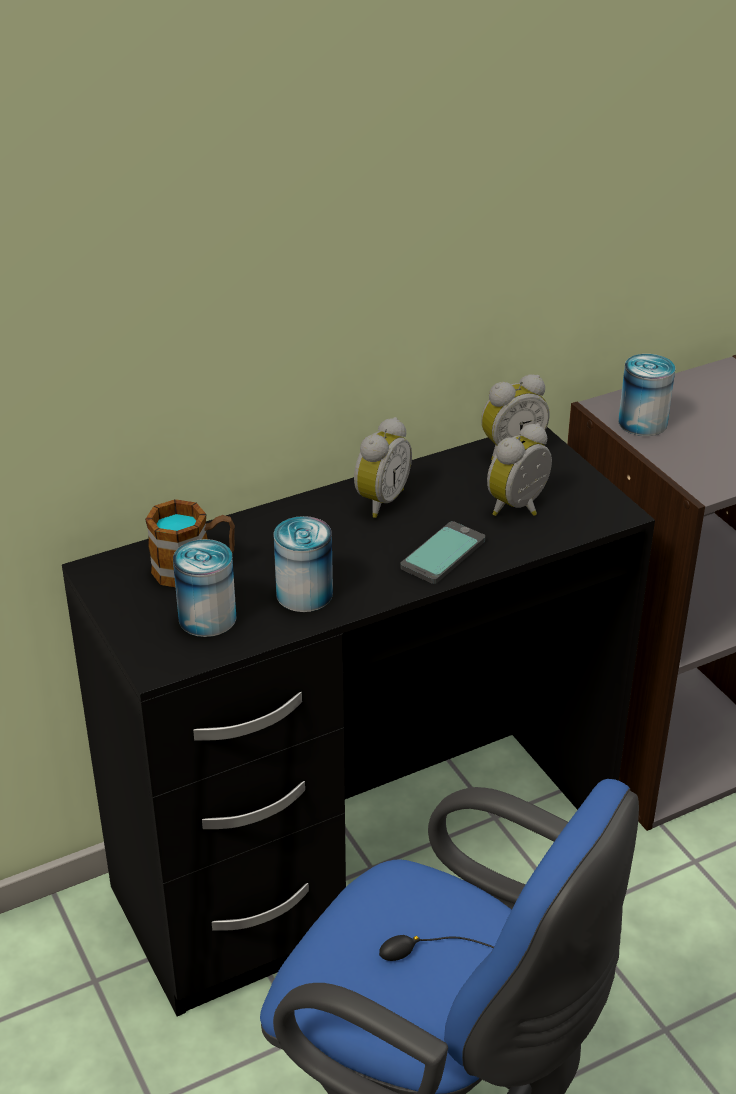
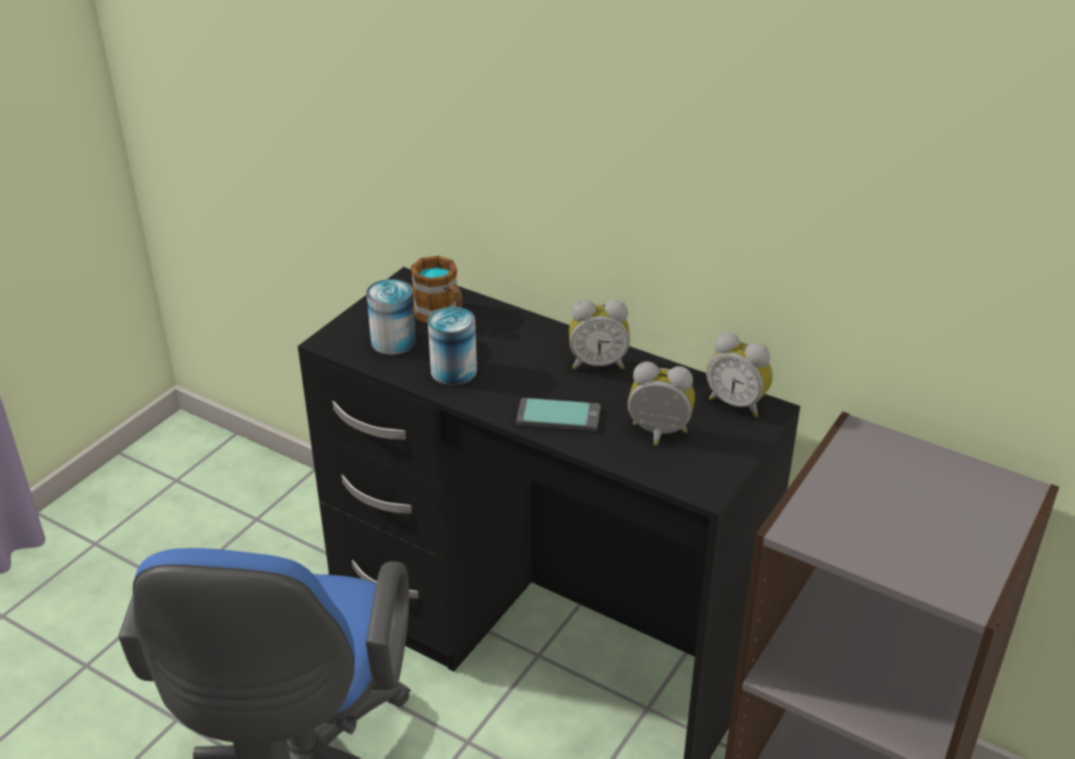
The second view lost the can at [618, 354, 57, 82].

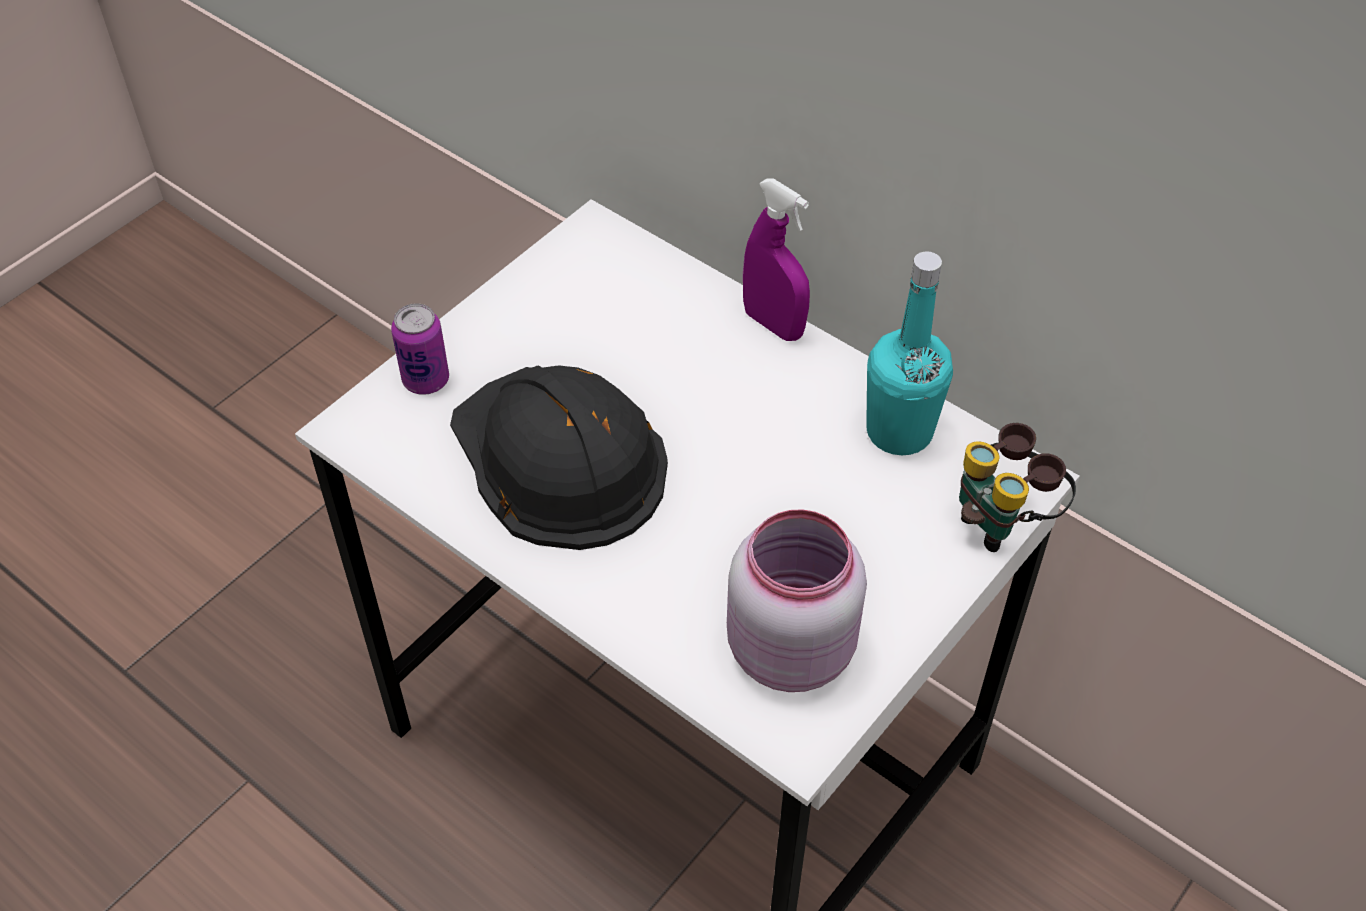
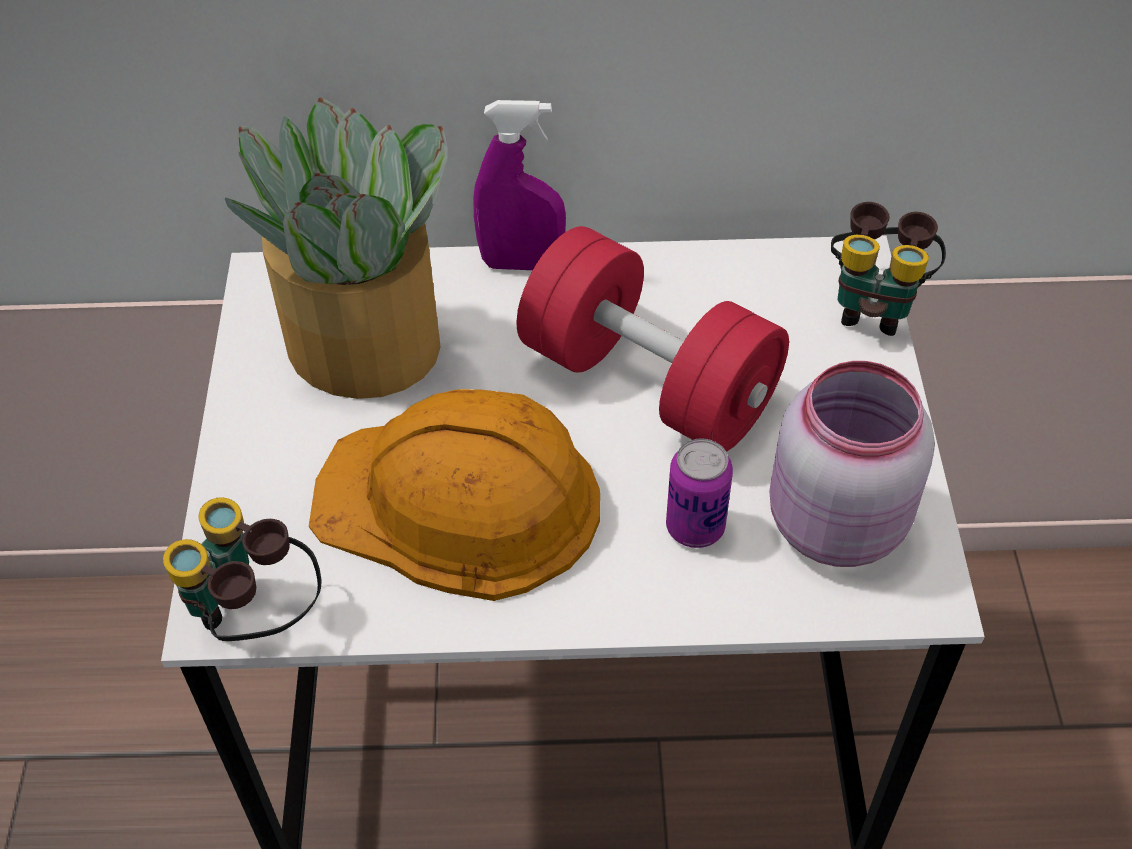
The can ended up elsewhere, having gone from [391, 303, 58, 92] to [666, 438, 67, 110].
What was the hard hat/black at [450, 365, 218, 185] turned into the hard hat/orange at [309, 389, 291, 212].
The second view lost the bottle/turquoise at [866, 251, 87, 204].
The second view gained the binoculars at [163, 497, 158, 144].
The second view gained the potted plant at [225, 98, 223, 301].
The second view gained the dumbbell/red at [517, 226, 272, 226].

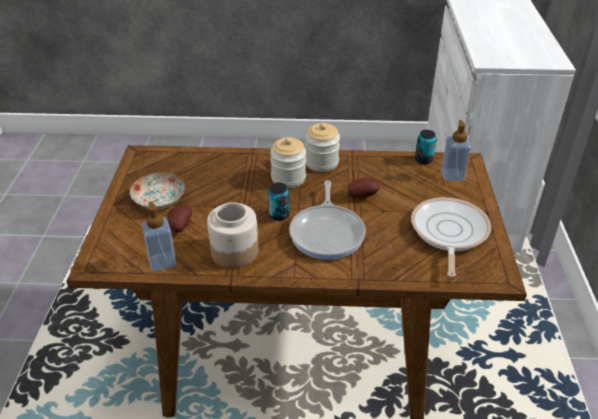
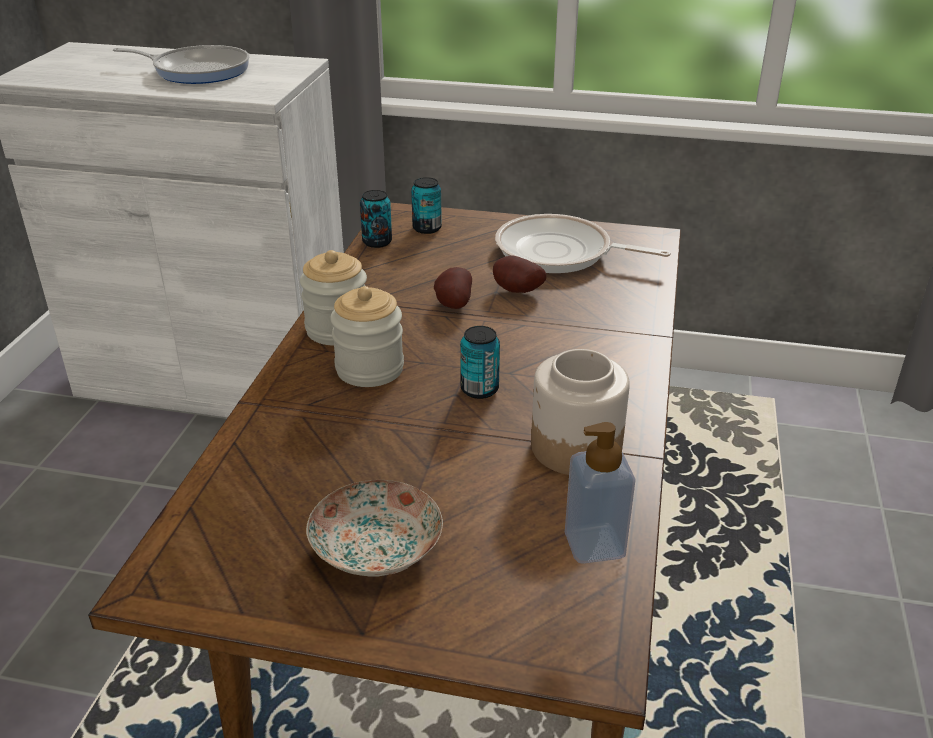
The potato ended up elsewhere, having gone from [167, 204, 25, 29] to [493, 256, 54, 37].
The frying pan ended up elsewhere, having gone from [289, 180, 77, 80] to [113, 45, 137, 39].
Where the soap dispenser stood at [441, 120, 30, 61], the can came to stand at [411, 177, 31, 57].

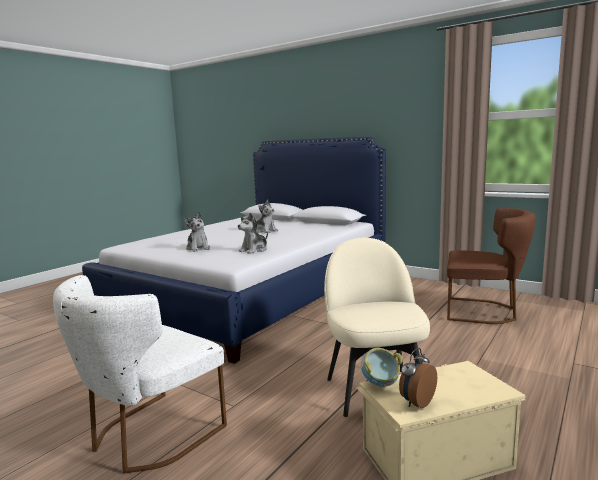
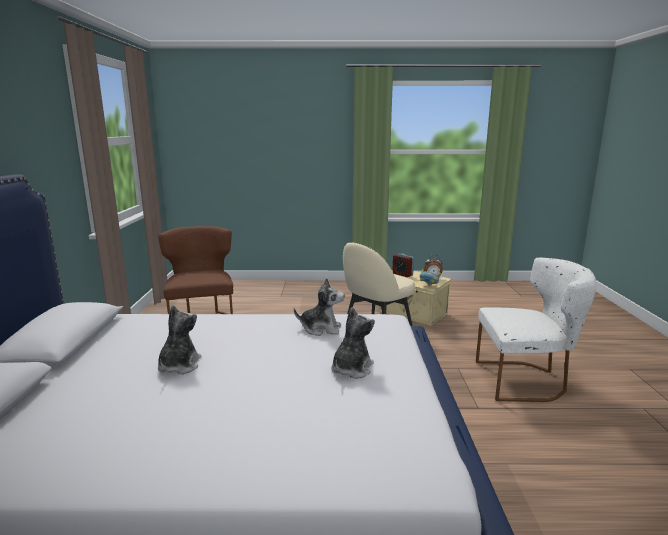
The second view gained the alarm clock at [392, 254, 22, 23].

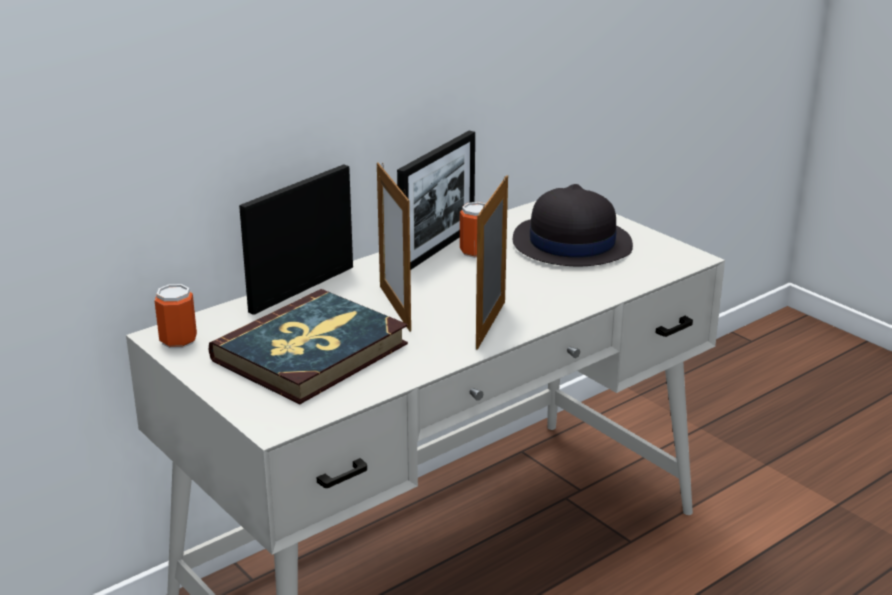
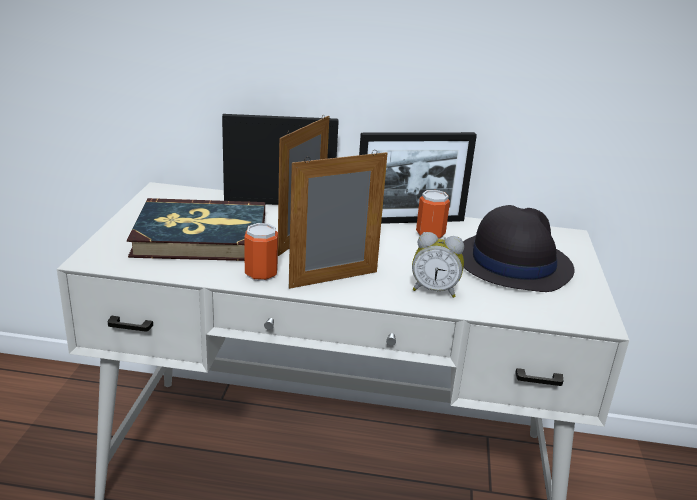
The can ended up elsewhere, having gone from [154, 284, 43, 64] to [244, 223, 34, 58].
The second view gained the alarm clock at [412, 232, 52, 66].

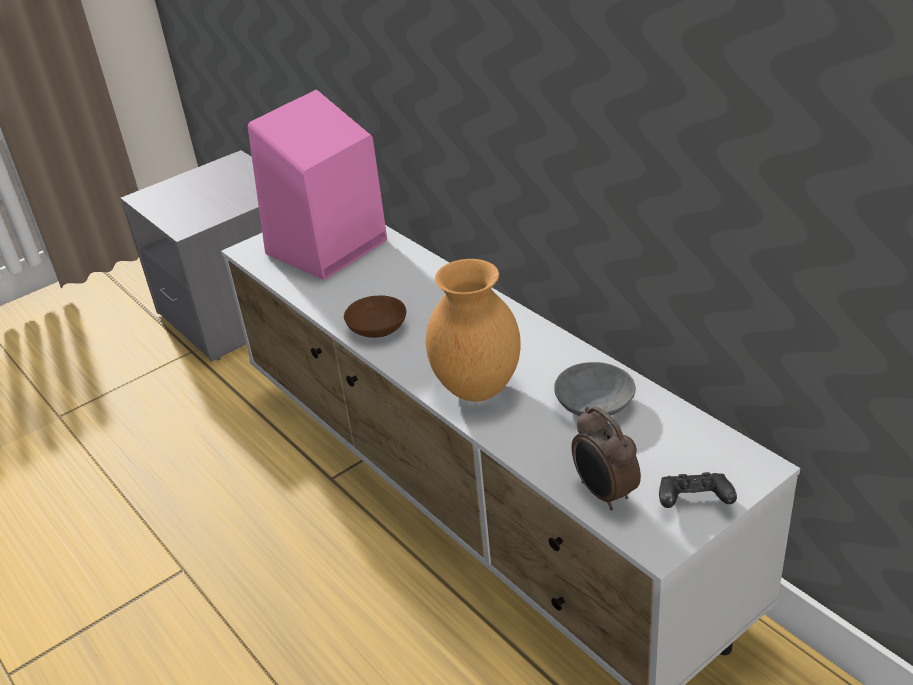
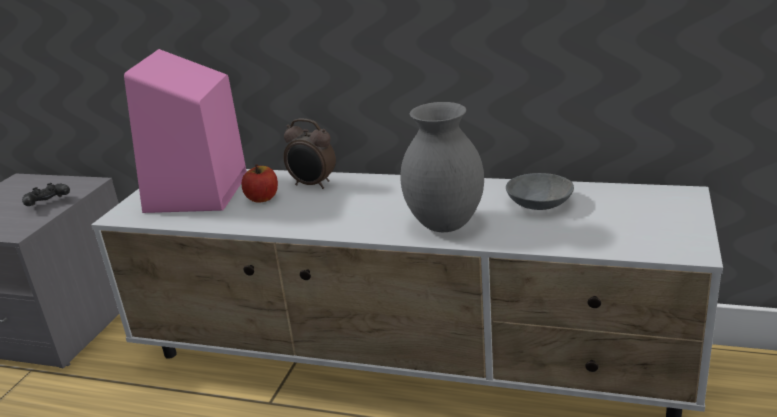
The second view lost the bowl/brown at [344, 295, 62, 43].
What was the vase/brown at [426, 259, 95, 143] turned into the vase/grey at [400, 102, 84, 130].
The alarm clock ended up elsewhere, having gone from [572, 406, 69, 104] to [283, 119, 53, 70].
The game controller/black ended up elsewhere, having gone from [659, 472, 78, 36] to [22, 183, 48, 23].
The second view gained the apple at [242, 164, 36, 39].

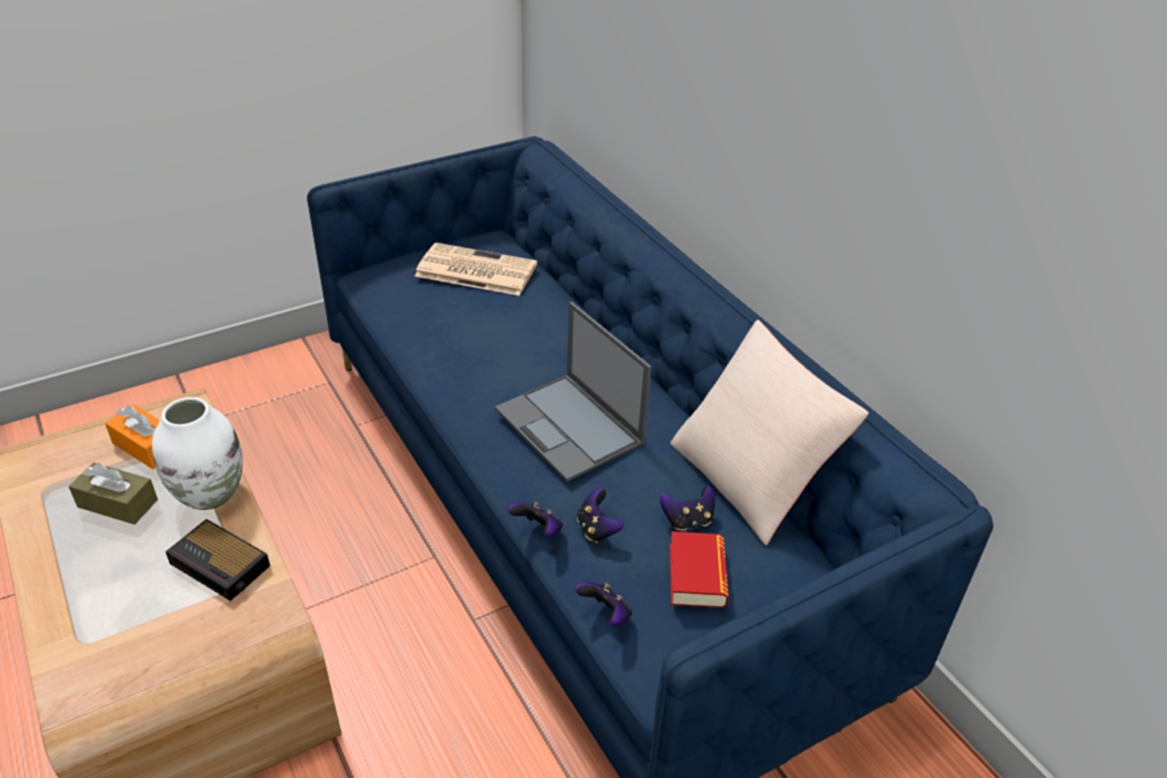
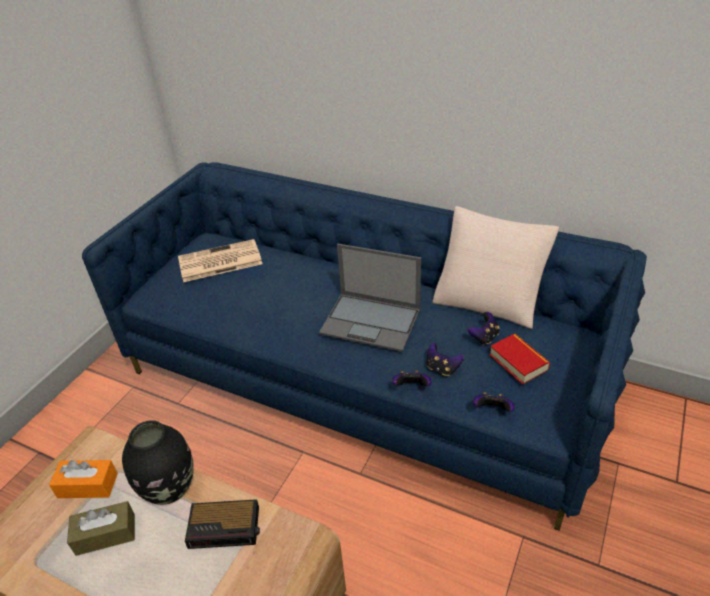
What was the vase/white at [152, 397, 91, 113] turned into the vase/black at [122, 420, 72, 85].

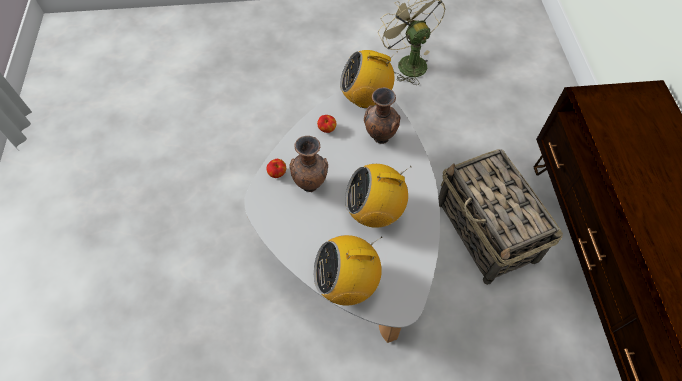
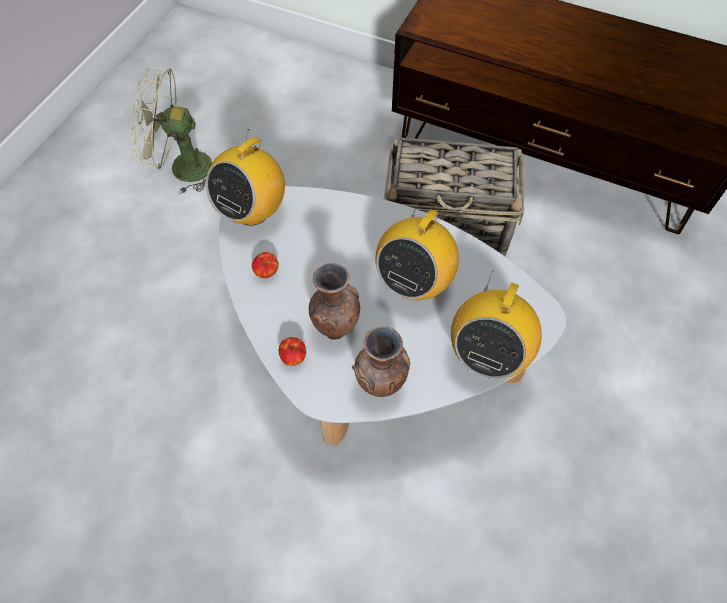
The vase/brown ended up elsewhere, having gone from [364, 87, 37, 57] to [352, 326, 58, 71].

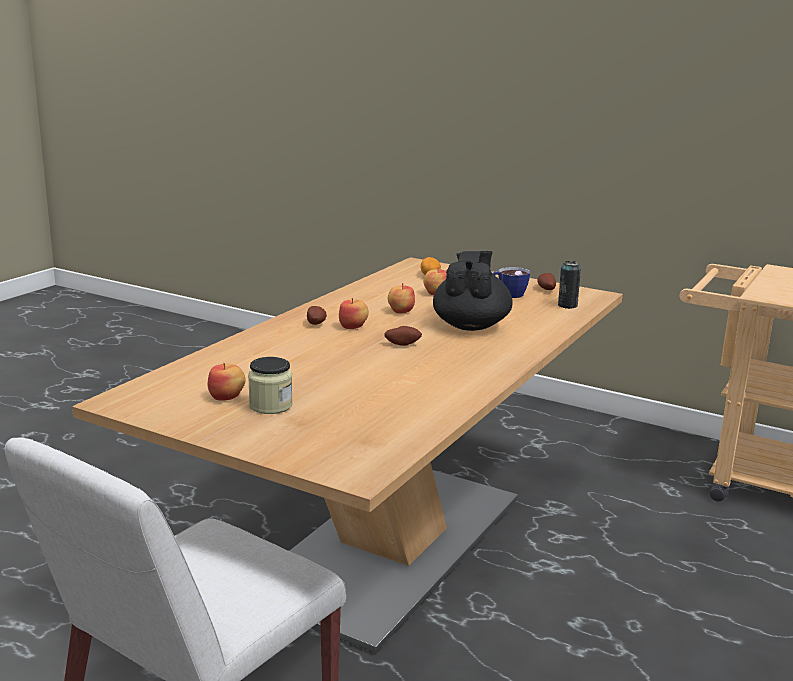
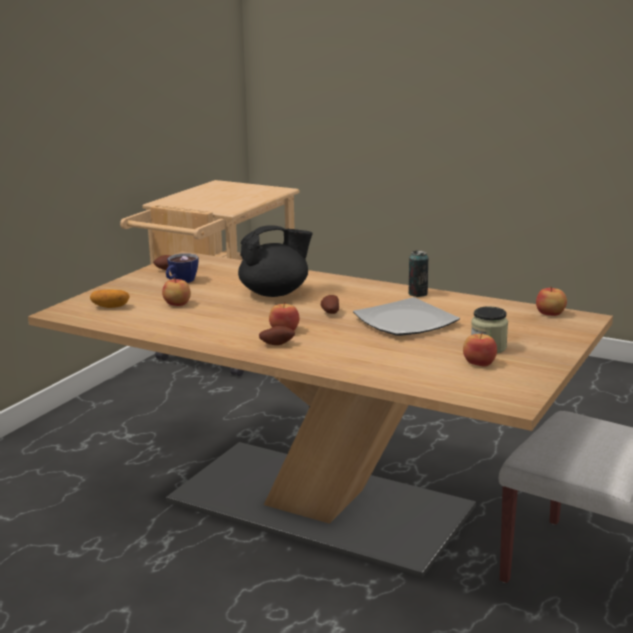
The apple ended up elsewhere, having gone from [388, 283, 27, 30] to [536, 286, 31, 30].
The teapot/black at [433, 251, 80, 80] ended up facing another way, 150 degrees clockwise from before.
The can ended up elsewhere, having gone from [558, 261, 23, 48] to [408, 250, 20, 47].
The second view gained the plate at [353, 297, 107, 39].

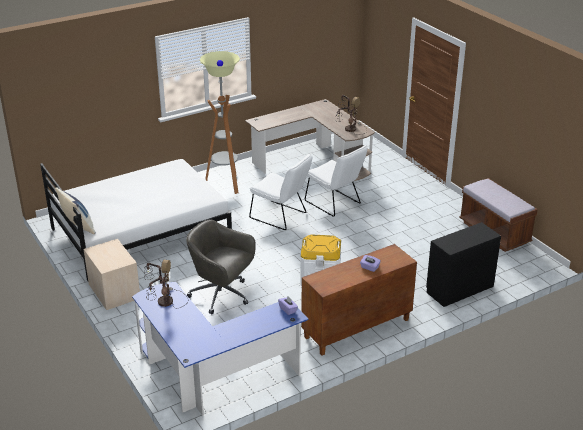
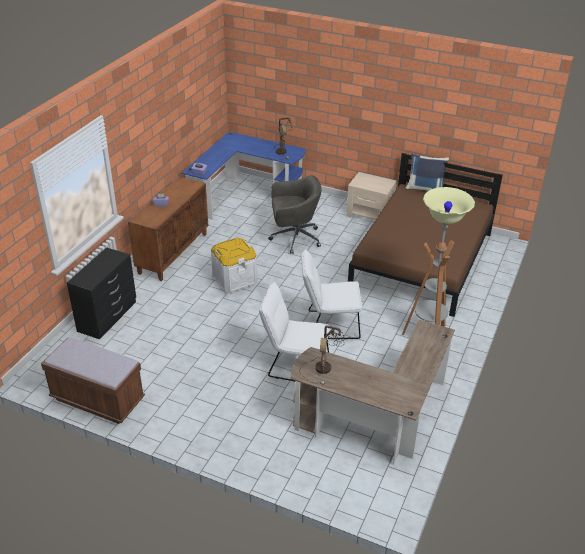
What was the bed/white at [40, 159, 192, 122] turned into the bed/brown at [348, 153, 155, 164].

